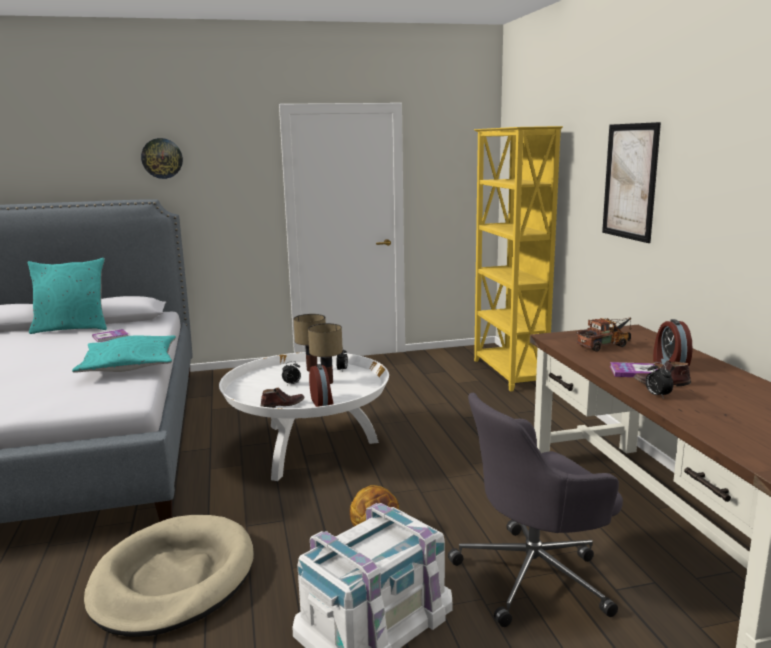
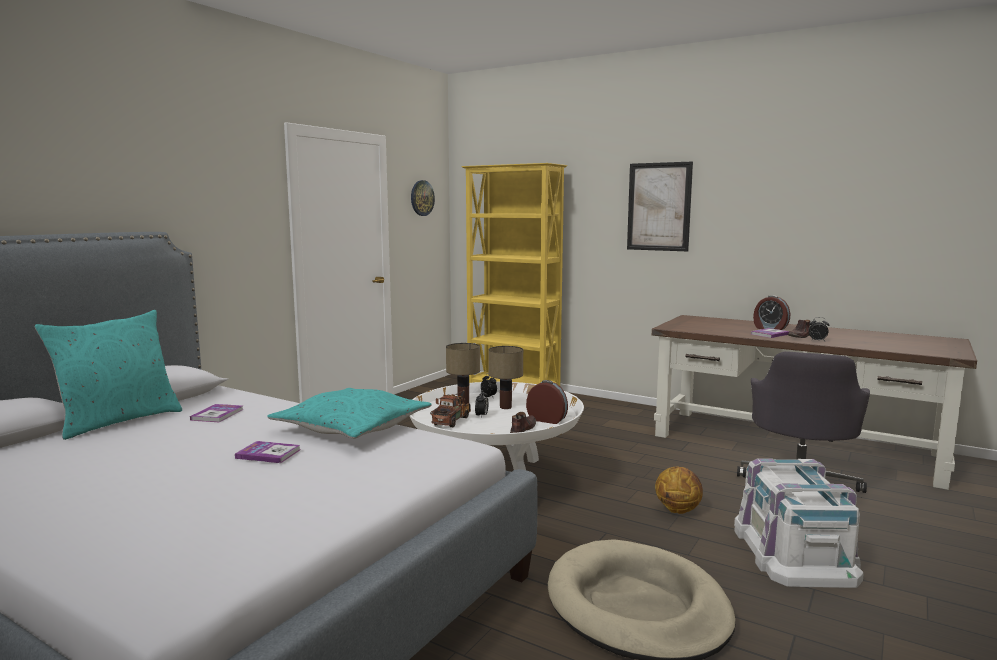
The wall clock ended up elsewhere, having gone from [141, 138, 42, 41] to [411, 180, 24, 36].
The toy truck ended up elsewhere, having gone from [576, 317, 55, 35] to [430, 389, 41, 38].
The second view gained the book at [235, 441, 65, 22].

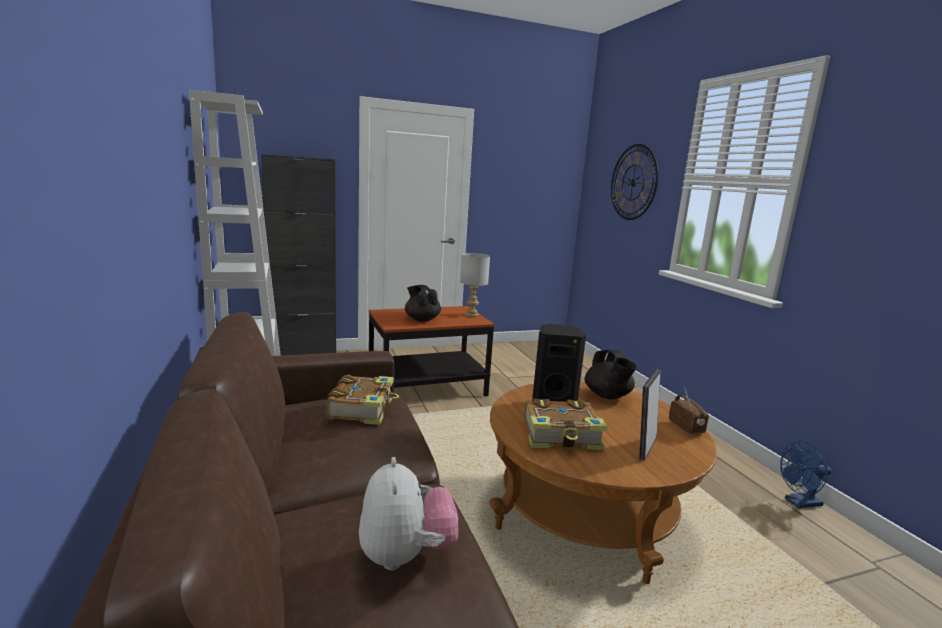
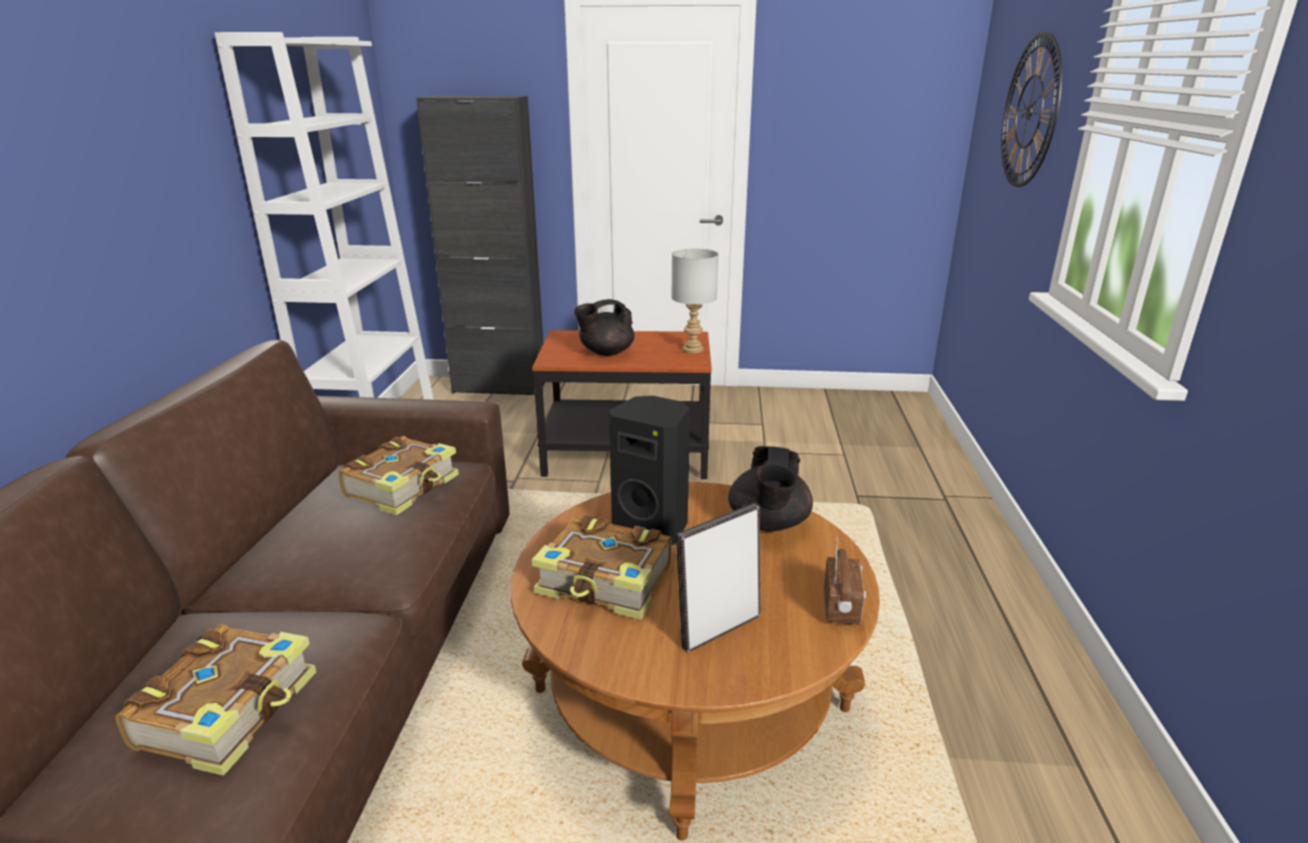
Where the plush toy stood at [359, 457, 99, 113], the book came to stand at [116, 624, 200, 152].
The teapot/black at [405, 285, 36, 37] ended up facing another way, 105 degrees counterclockwise from before.
The second view lost the fan/blue at [780, 441, 52, 67].

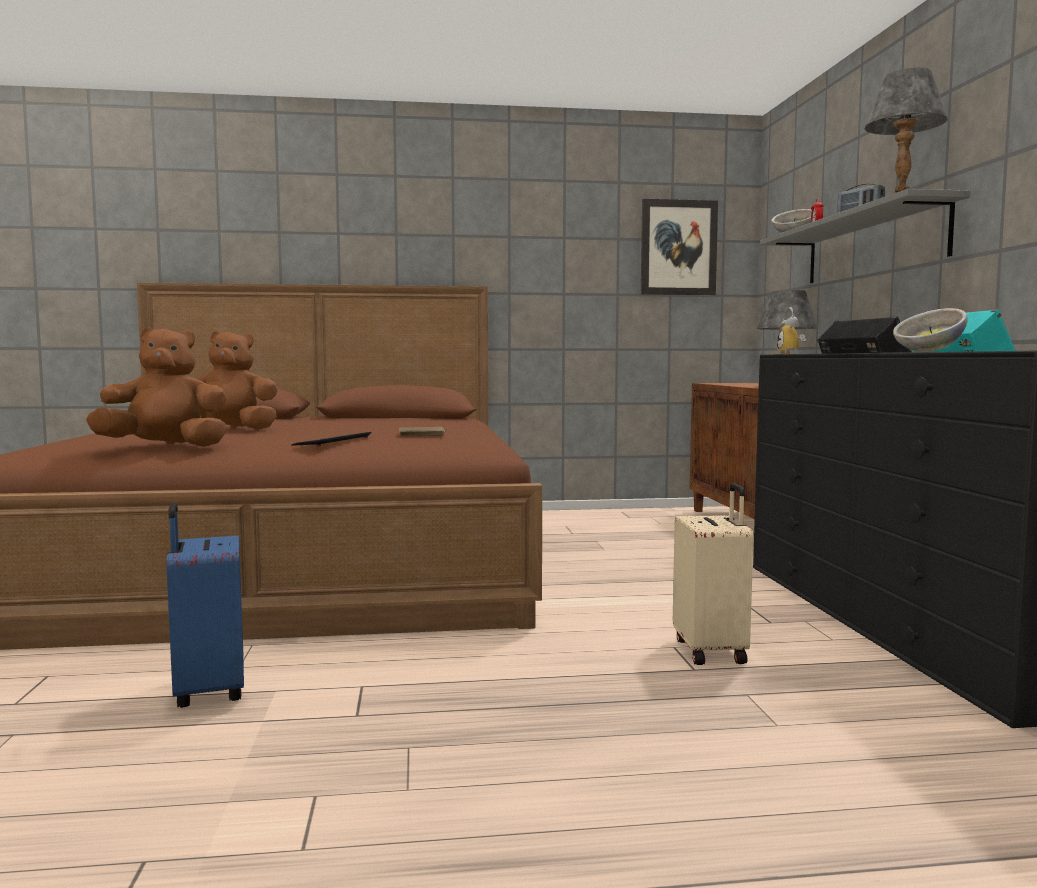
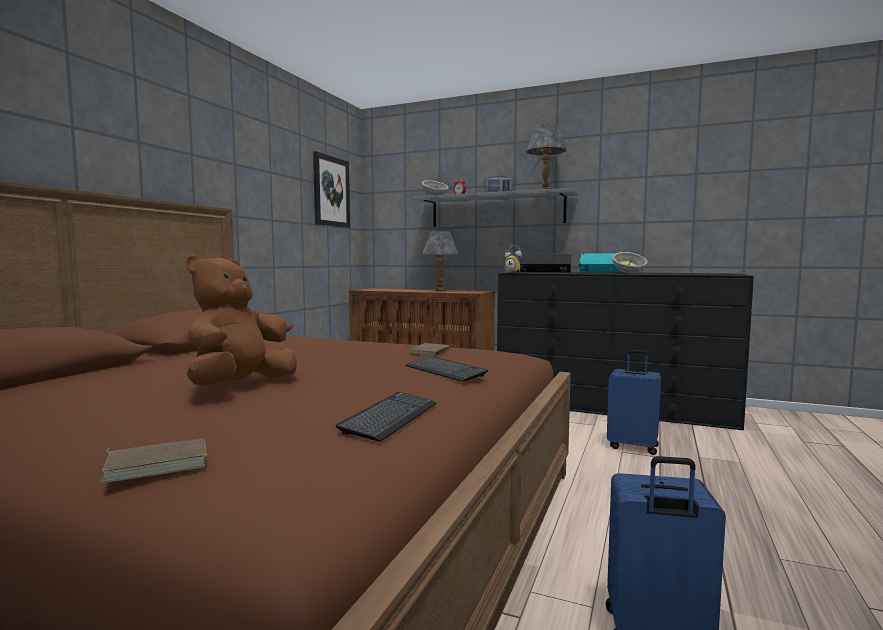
Where the plush toy/brown stood at [86, 327, 141, 120], the keyboard came to stand at [336, 392, 100, 50].
What was the suitcase/beige at [673, 483, 80, 182] turned into the suitcase/blue at [607, 350, 54, 105].
The second view gained the book/brown at [101, 439, 106, 44].

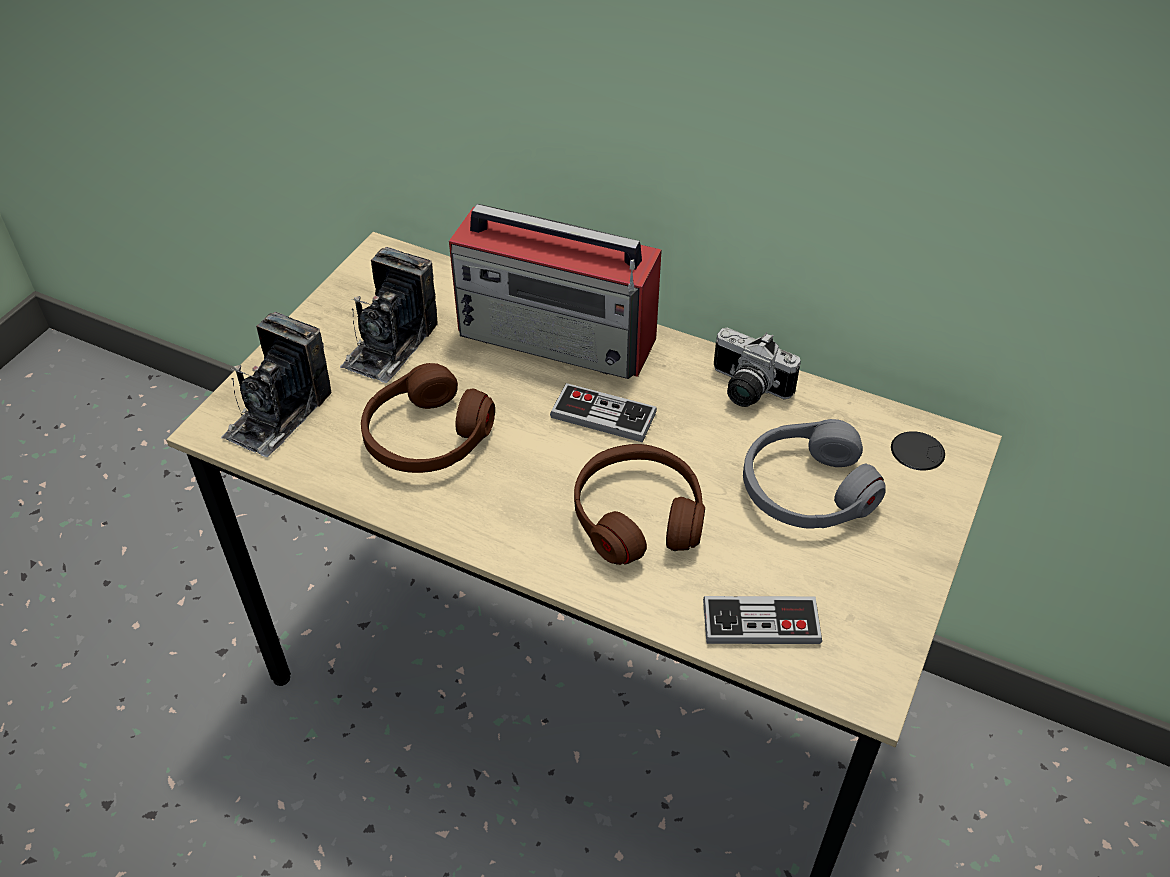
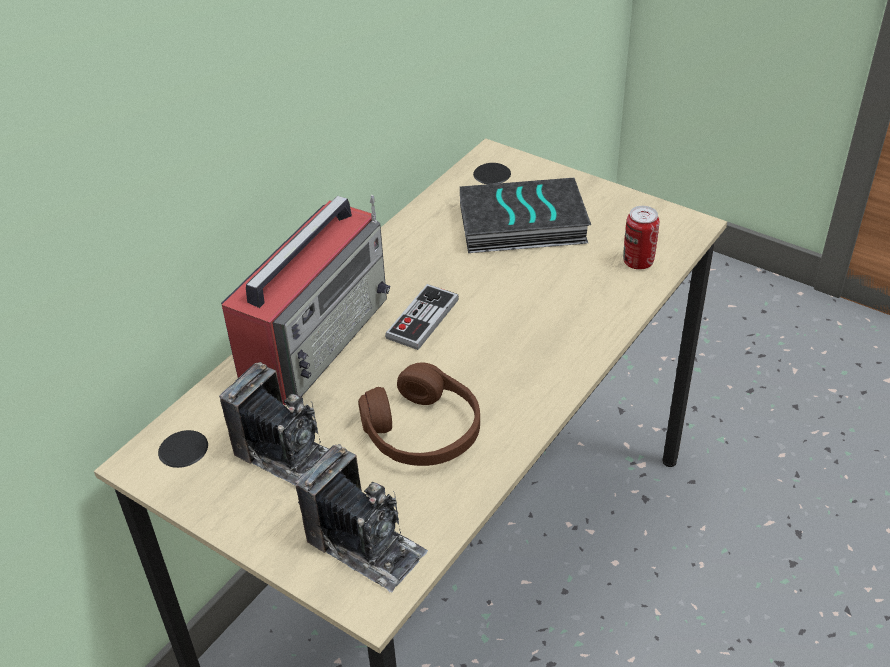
The second view lost the headphones/brown at [574, 444, 131, 121].
Where the game controller stood at [703, 596, 119, 48], the can came to stand at [623, 206, 36, 64].
The second view lost the photo camera at [714, 328, 87, 79].
Where the headphones/grey stood at [743, 419, 143, 110], the book came to stand at [460, 178, 131, 75].

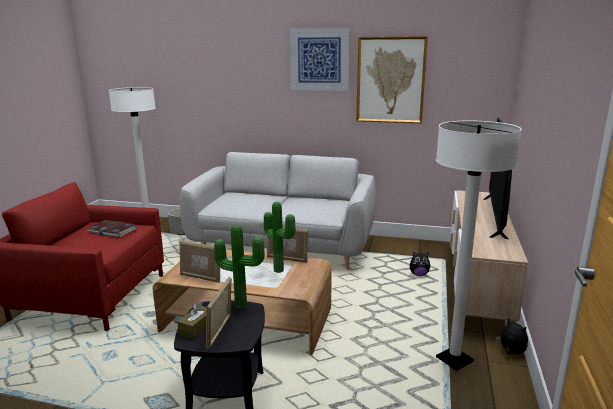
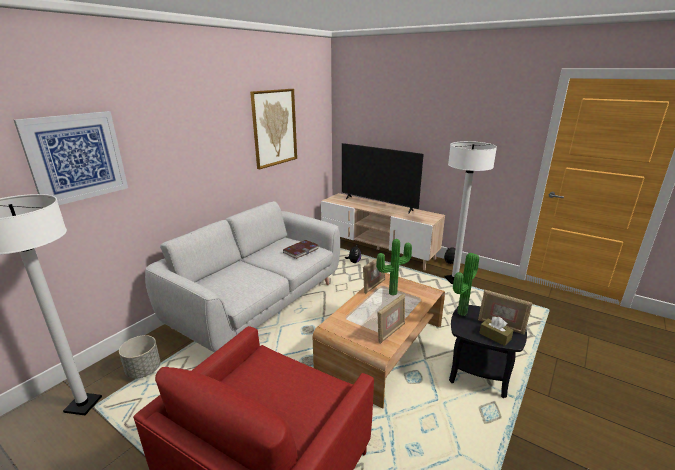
The book ended up elsewhere, having gone from [88, 220, 48, 18] to [283, 240, 36, 19].
The picture ended up elsewhere, having gone from [290, 28, 60, 63] to [14, 111, 114, 94].

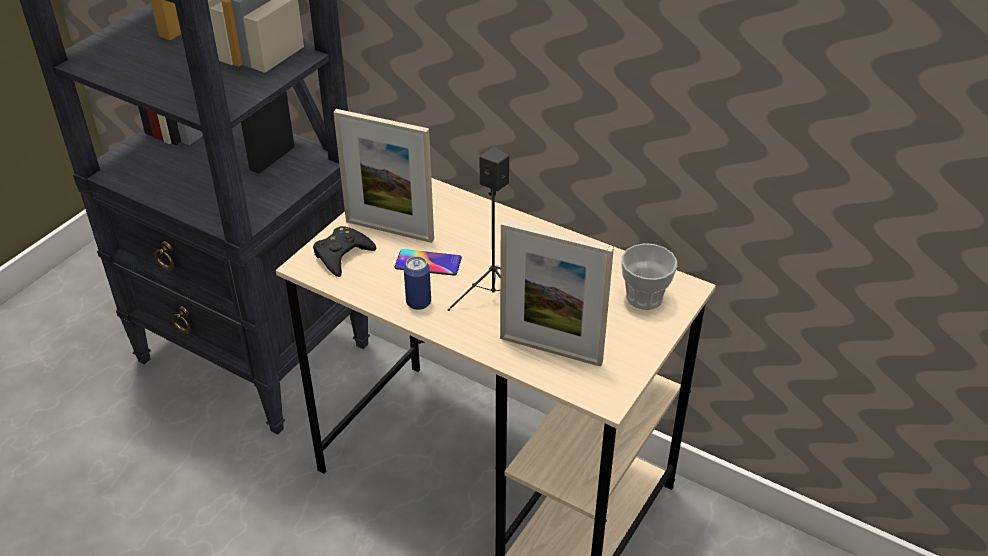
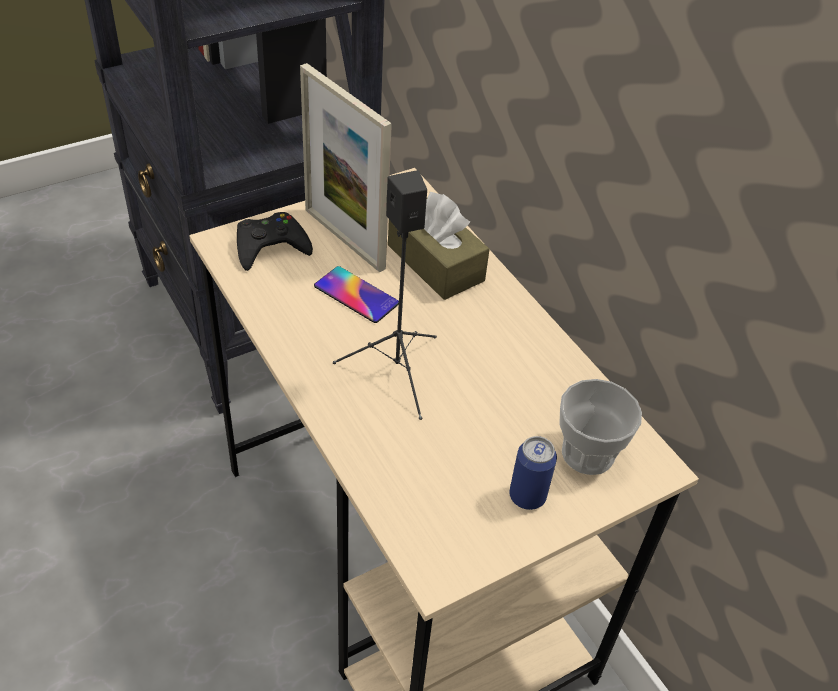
The can ended up elsewhere, having gone from [404, 256, 27, 54] to [509, 436, 48, 74].
The second view lost the picture frame at [500, 220, 114, 147].
The second view gained the tissue box/brown at [388, 192, 102, 108].

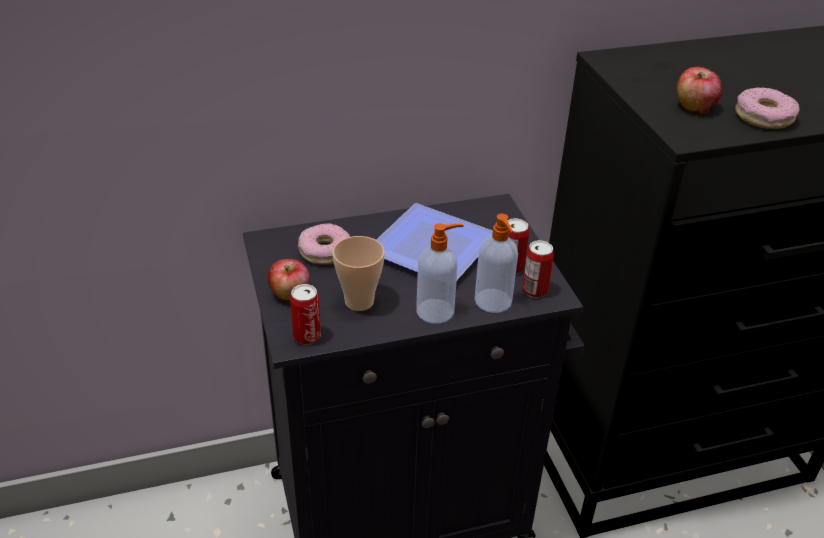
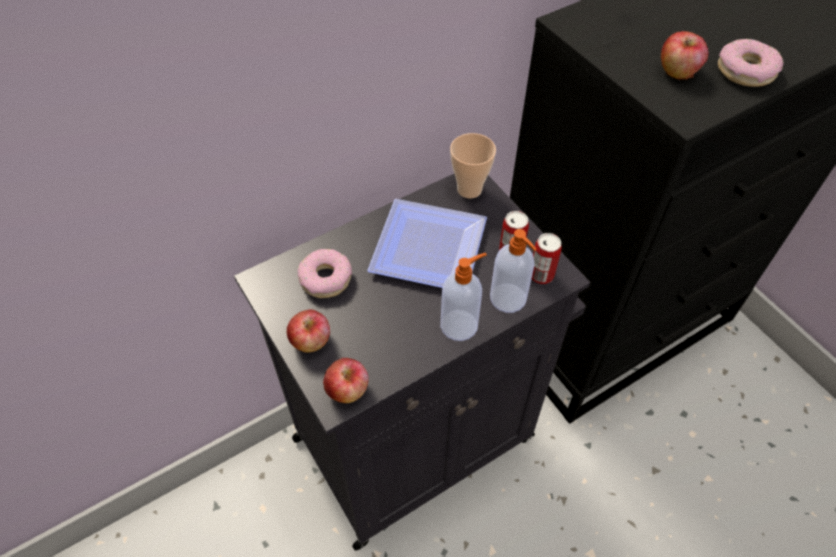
Where the can stood at [290, 284, 31, 61], the apple came to stand at [323, 358, 46, 45].
The cup ended up elsewhere, having gone from [332, 236, 53, 75] to [450, 133, 46, 65].

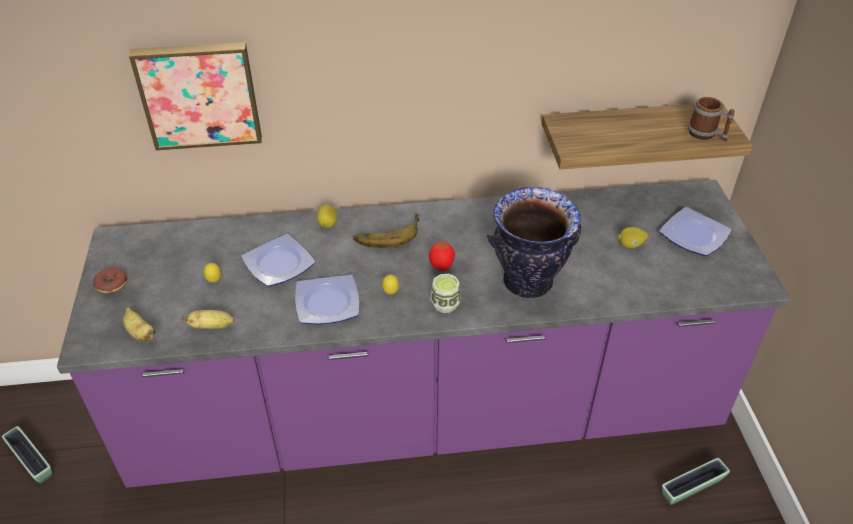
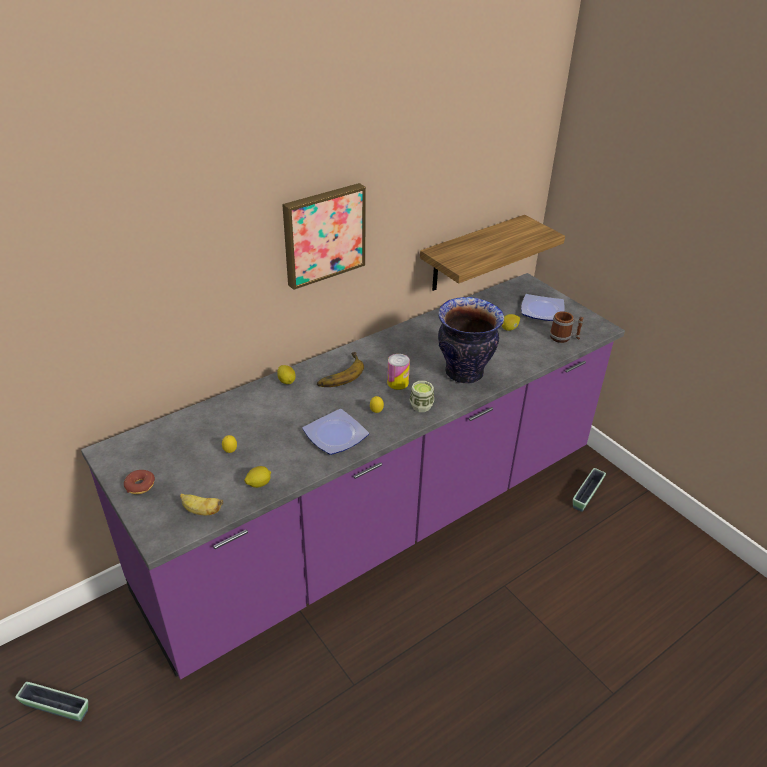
The picture ended up elsewhere, having gone from [129, 42, 133, 108] to [282, 183, 84, 107].
Where the banana stood at [182, 310, 53, 19], the lemon came to stand at [244, 466, 27, 22].
The second view lost the plate at [241, 234, 74, 52].
Where the tomato stood at [429, 242, 26, 29], the can came to stand at [387, 354, 23, 36].
The mug ended up elsewhere, having gone from [688, 97, 47, 45] to [550, 312, 34, 31].

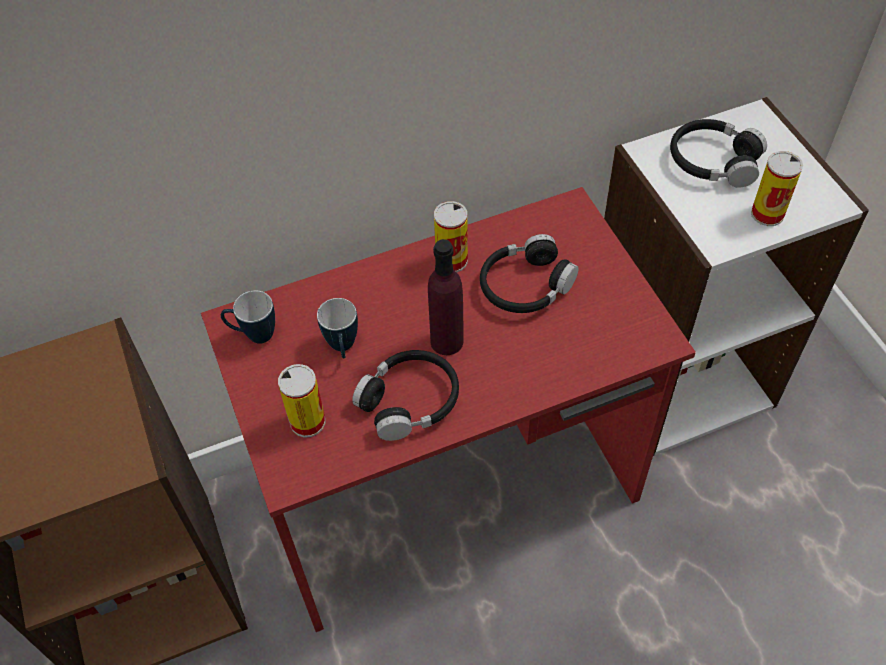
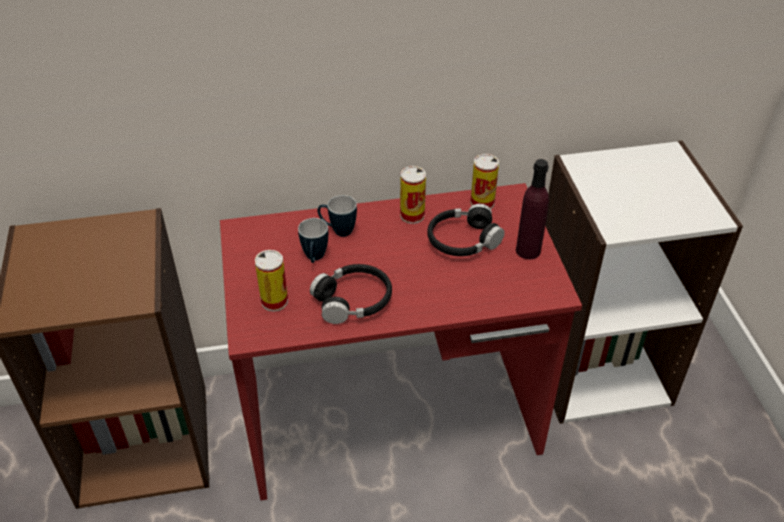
The mug ended up elsewhere, having gone from [221, 290, 54, 54] to [318, 195, 39, 42].
The bottle/purple ended up elsewhere, having gone from [428, 239, 35, 116] to [516, 159, 33, 100].
The second view lost the headphones/black at [670, 119, 97, 69].
The can ended up elsewhere, having gone from [751, 151, 52, 75] to [471, 154, 28, 55].

